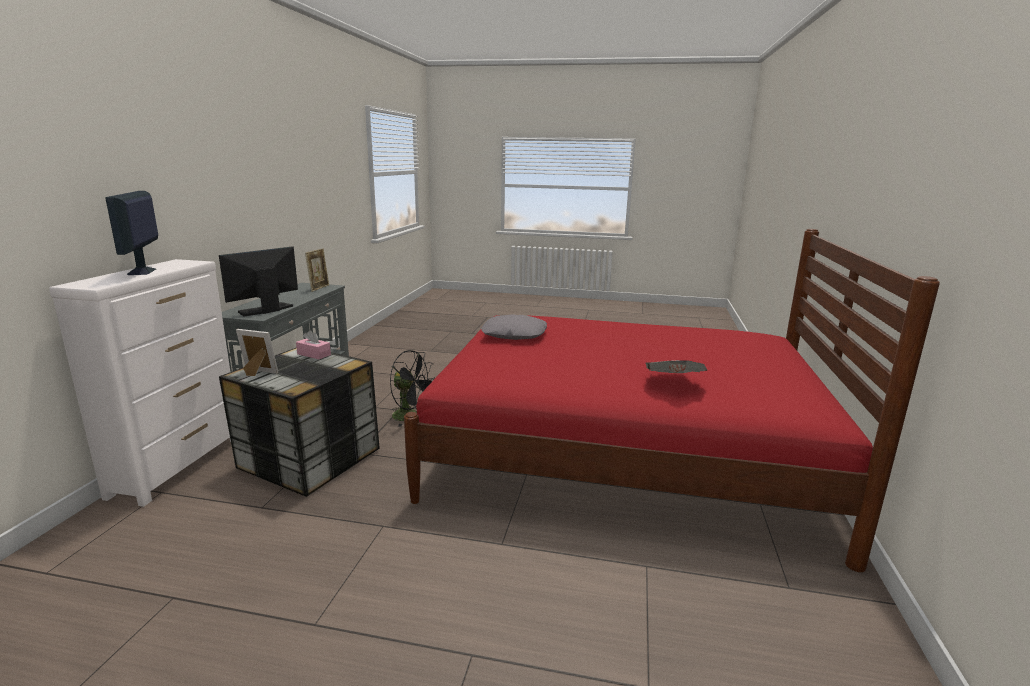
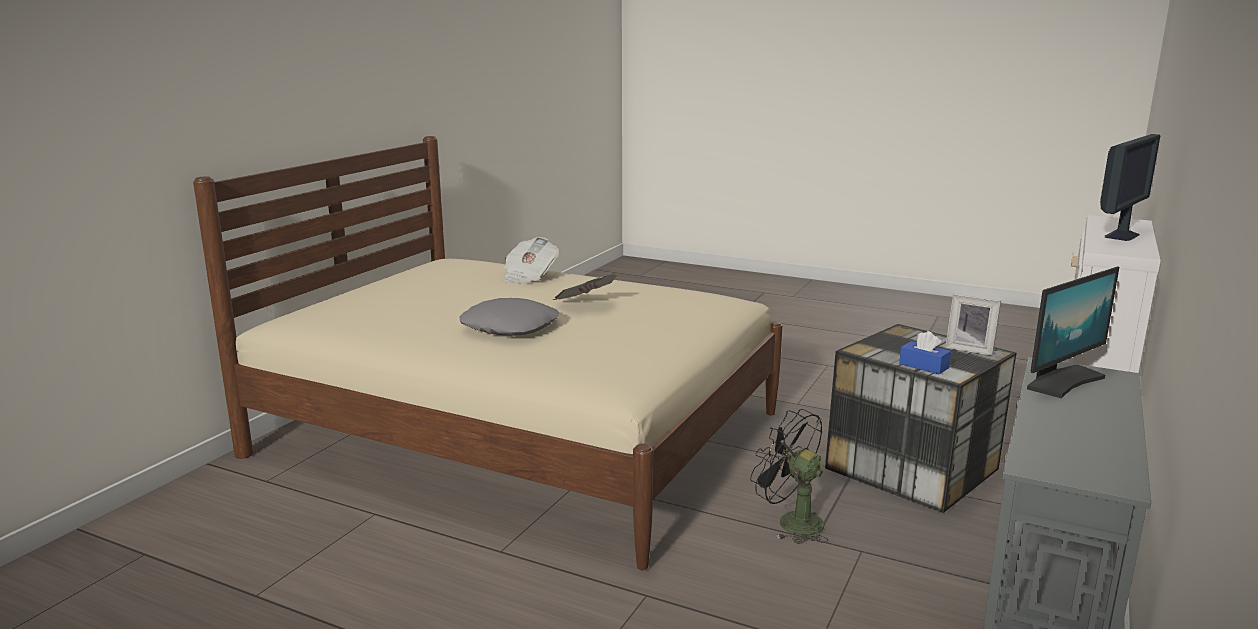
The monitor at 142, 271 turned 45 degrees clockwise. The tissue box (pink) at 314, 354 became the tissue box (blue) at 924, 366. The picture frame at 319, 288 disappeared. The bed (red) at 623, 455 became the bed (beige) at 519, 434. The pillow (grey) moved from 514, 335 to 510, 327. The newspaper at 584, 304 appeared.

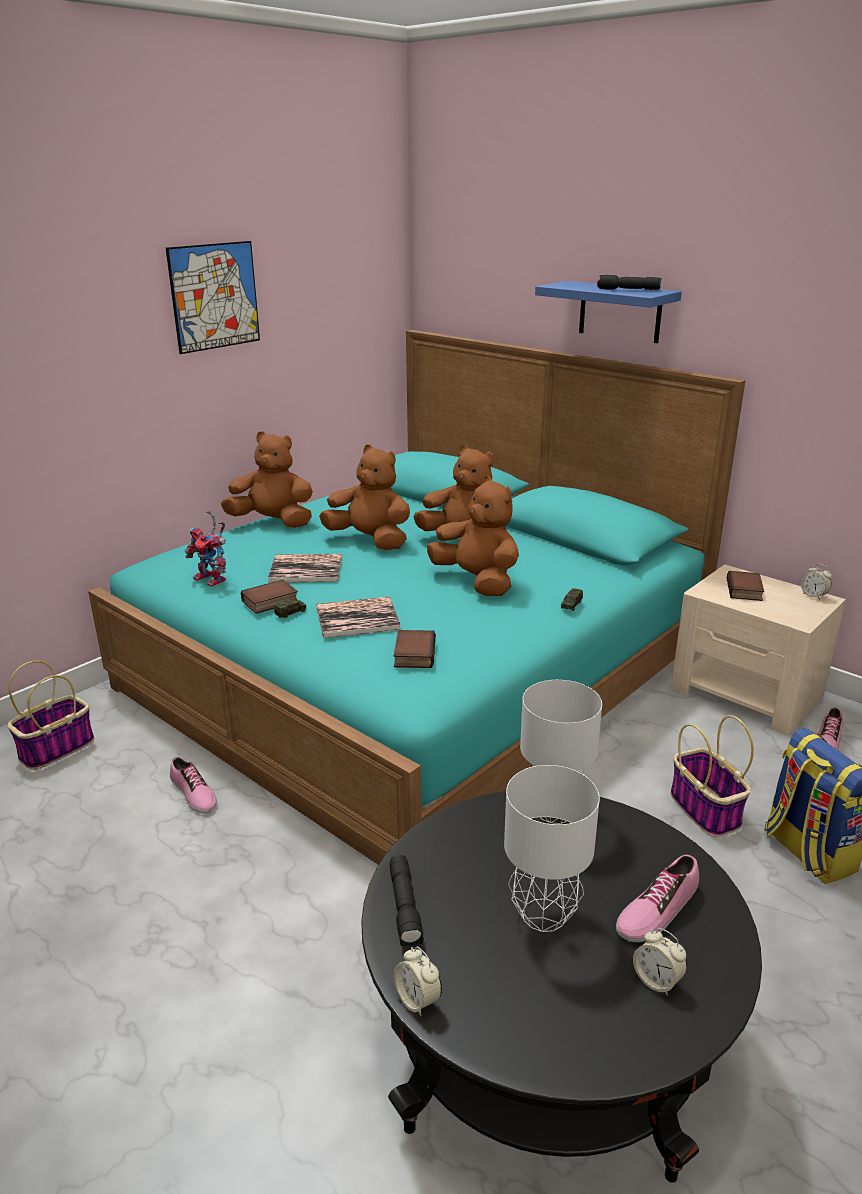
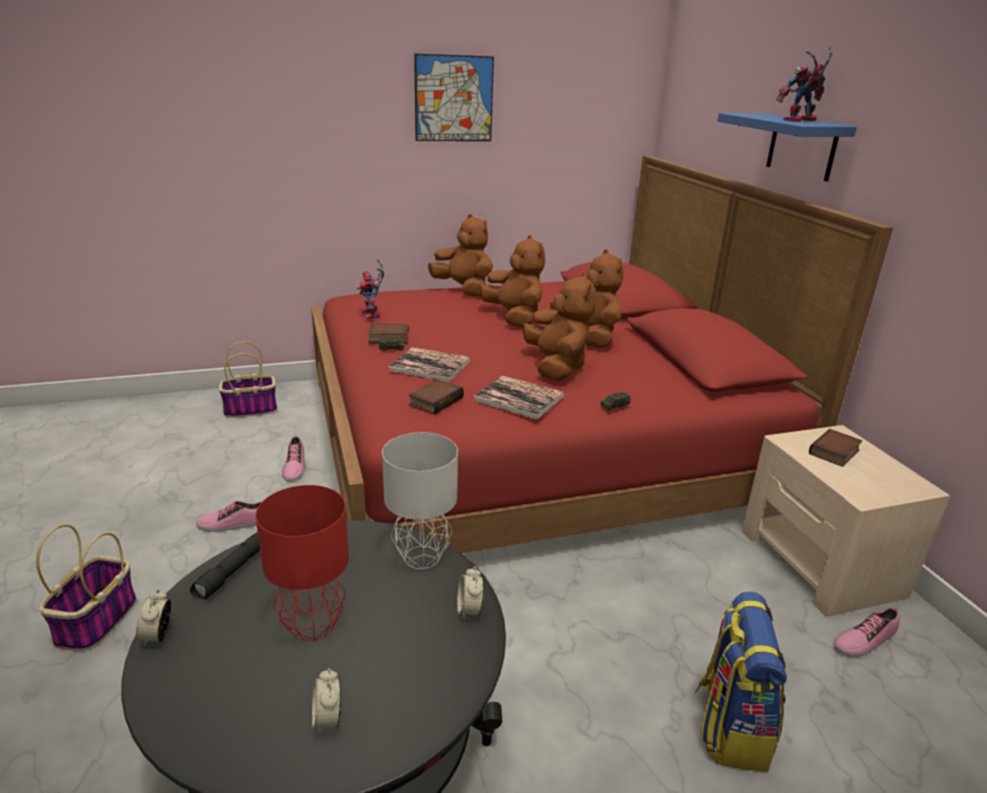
The bed (turquoise) at 415, 668 became the bed (red) at 530, 438. The book moved from 306, 569 to 519, 398. The table lamp (grey) at 545, 916 became the table lamp (red) at 312, 627. The flashlight (black) at 627, 290 was replaced by the toy robot at 799, 121. The shoe moved from 657, 909 to 233, 523. The basket moved from 706, 810 to 96, 622. The alarm clock moved from 813, 595 to 469, 610.

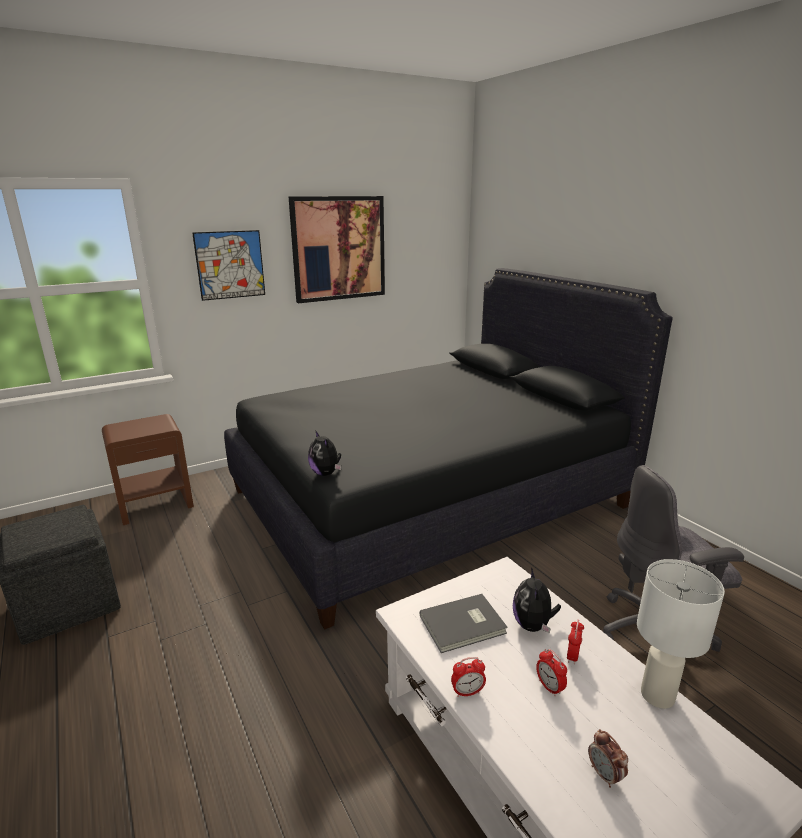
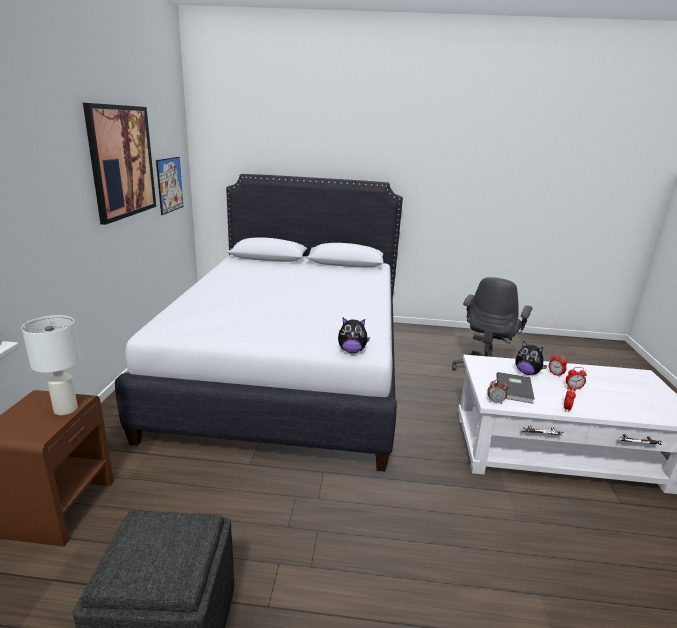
The picture moved from 230, 265 to 170, 185. The bed (black) at 428, 497 became the bed (white) at 289, 369. The alarm clock moved from 605, 775 to 495, 401. The table lamp (white) moved from 657, 694 to 65, 409.

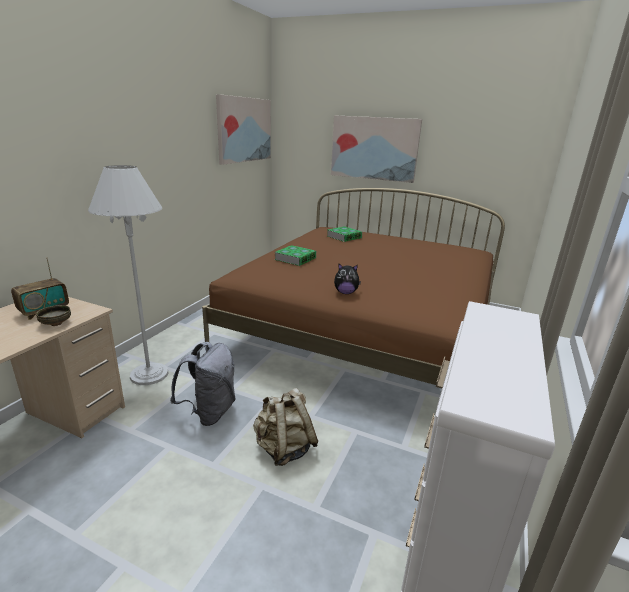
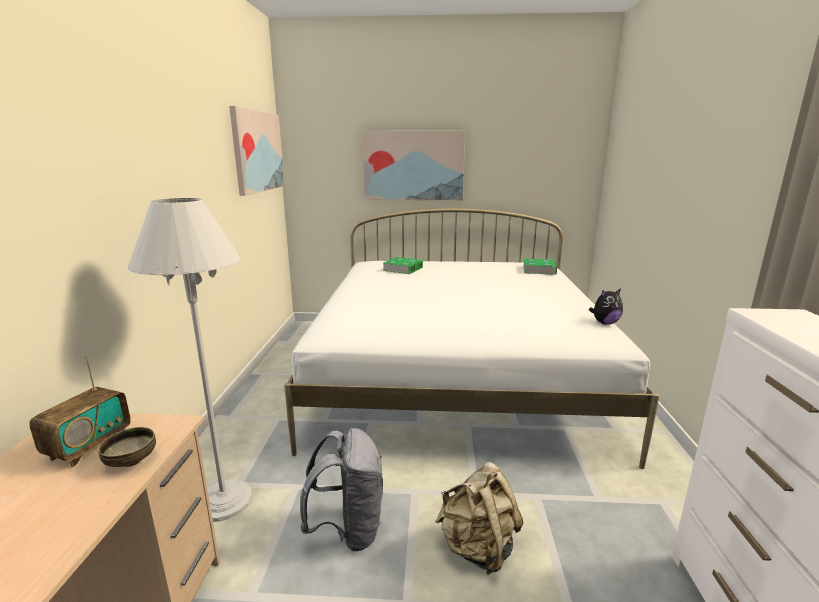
The bed (brown) at 365, 331 became the bed (white) at 457, 374. The book moved from 295, 259 to 539, 270. The plush toy moved from 345, 292 to 605, 323.

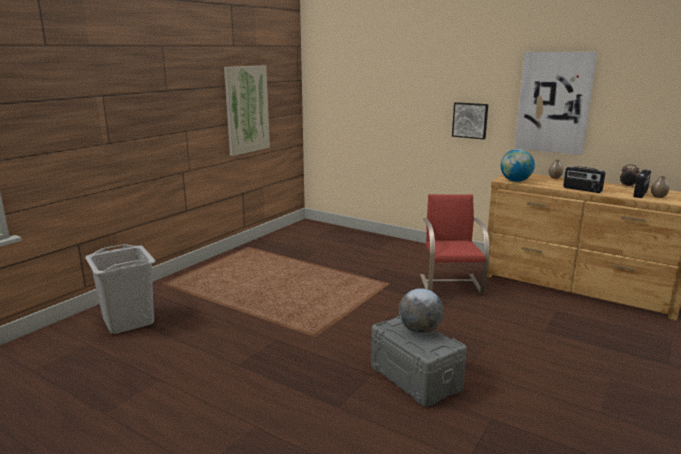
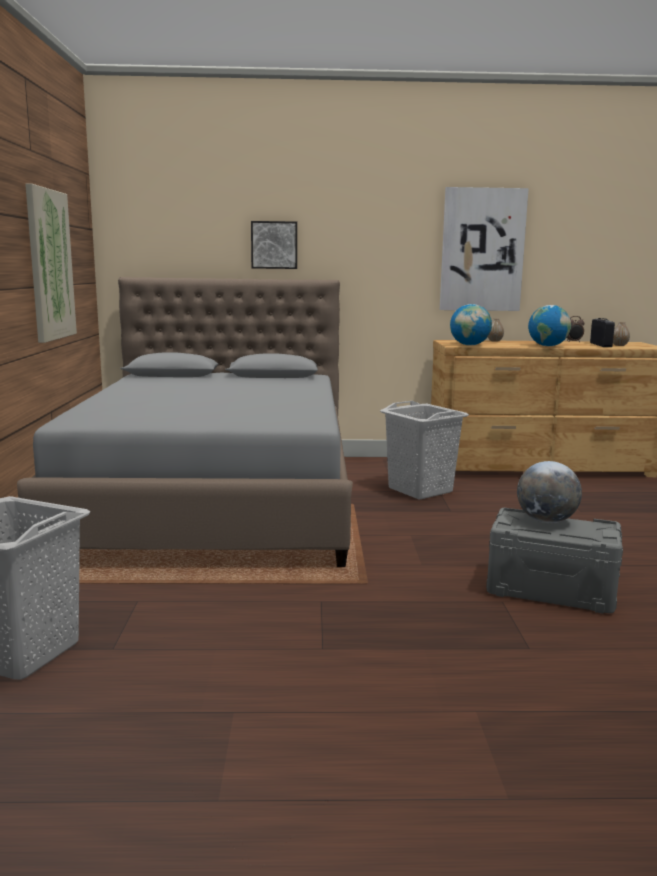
The chair (red) at 451, 284 was replaced by the laundry basket (grey) at 420, 490. The picture moved from 470, 120 to 274, 245. The radio at 582, 189 was replaced by the globe at 548, 346. The bed (grey) at 216, 500 appeared.

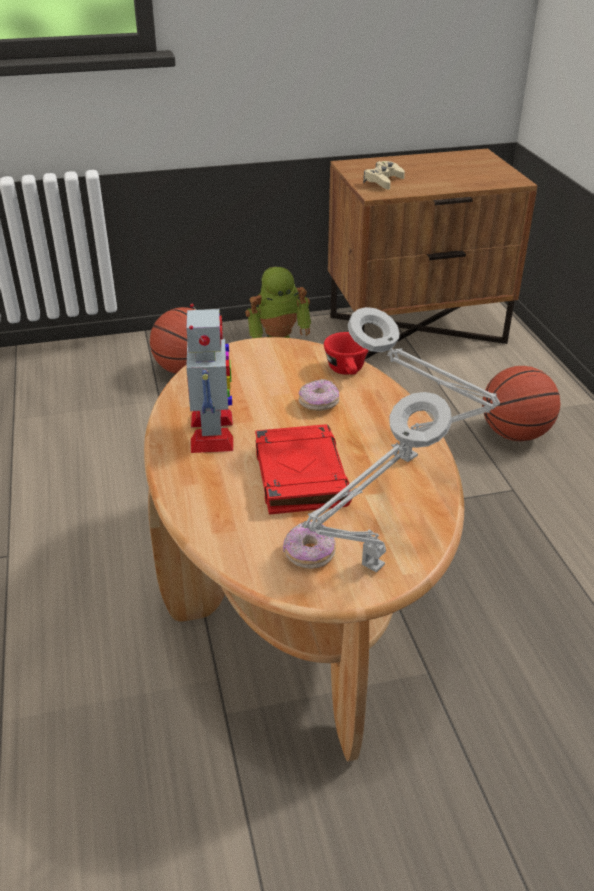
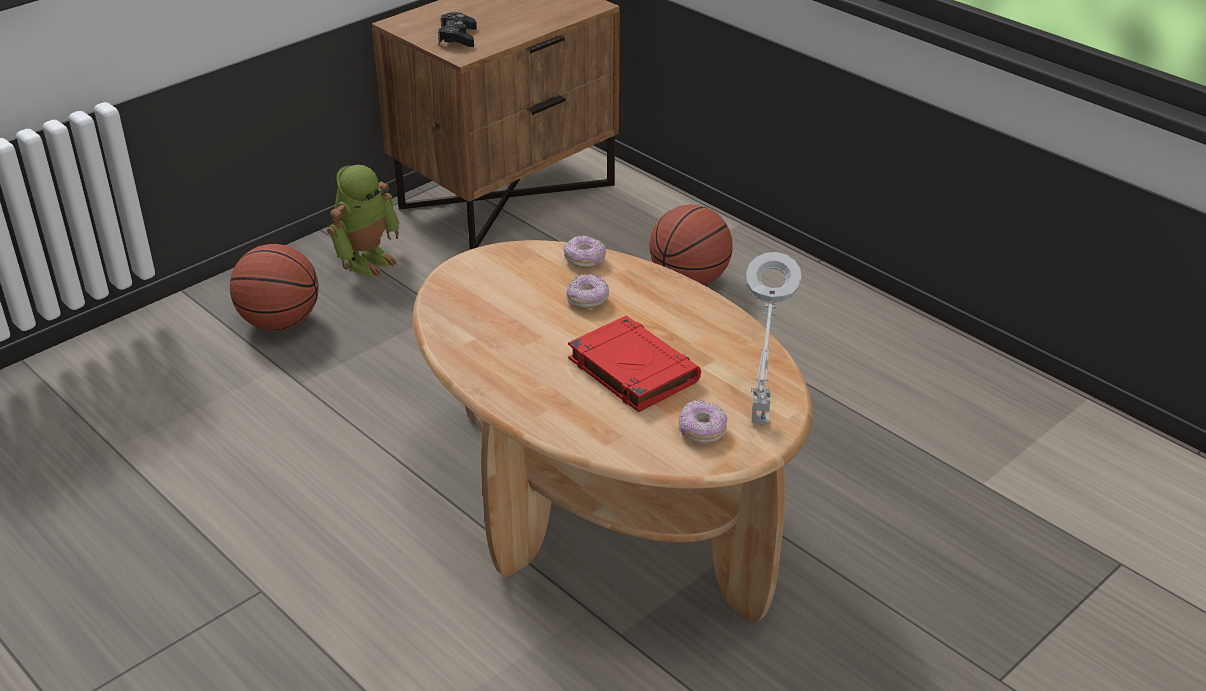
The toy robot at 212, 432 disappeared. The cup (red) at 347, 371 was replaced by the donut at 584, 260. The table lamp (grey) at 412, 460 disappeared. The game controller (beige) at 383, 181 became the game controller (black) at 457, 37.

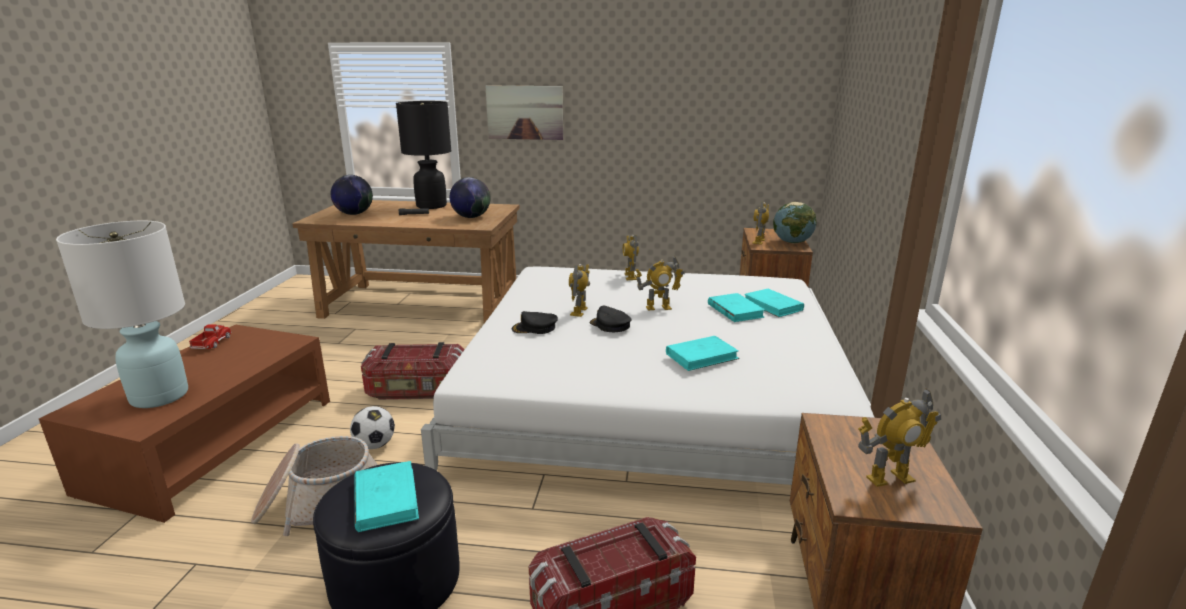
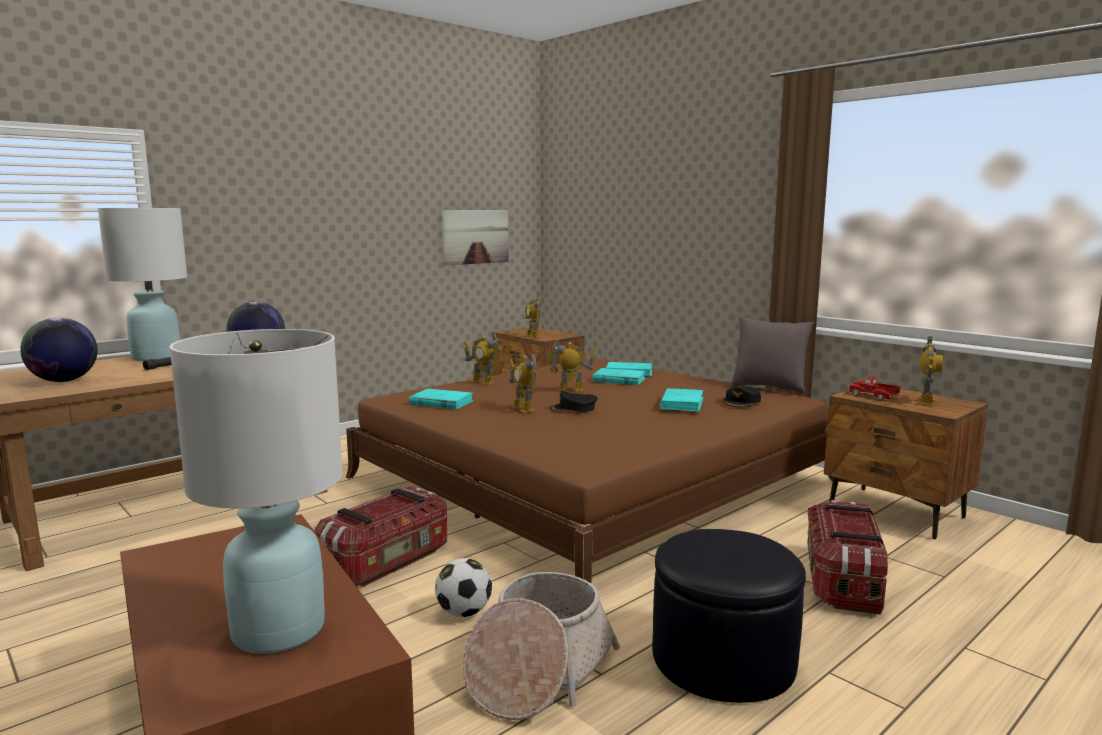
The toy truck moved from 212, 343 to 873, 396. The book (turquoise) moved from 386, 499 to 441, 402. The table lamp (black) at 431, 206 became the table lamp (white) at 156, 357. The bed (white) at 652, 395 became the bed (brown) at 589, 479. The picture moved from 525, 112 to 475, 236. The cap (black) moved from 534, 328 to 742, 402. The toy robot at 658, 308 turned 135 degrees counterclockwise. The globe at 792, 242 disappeared. The pillow (grey) at 768, 388 appeared.

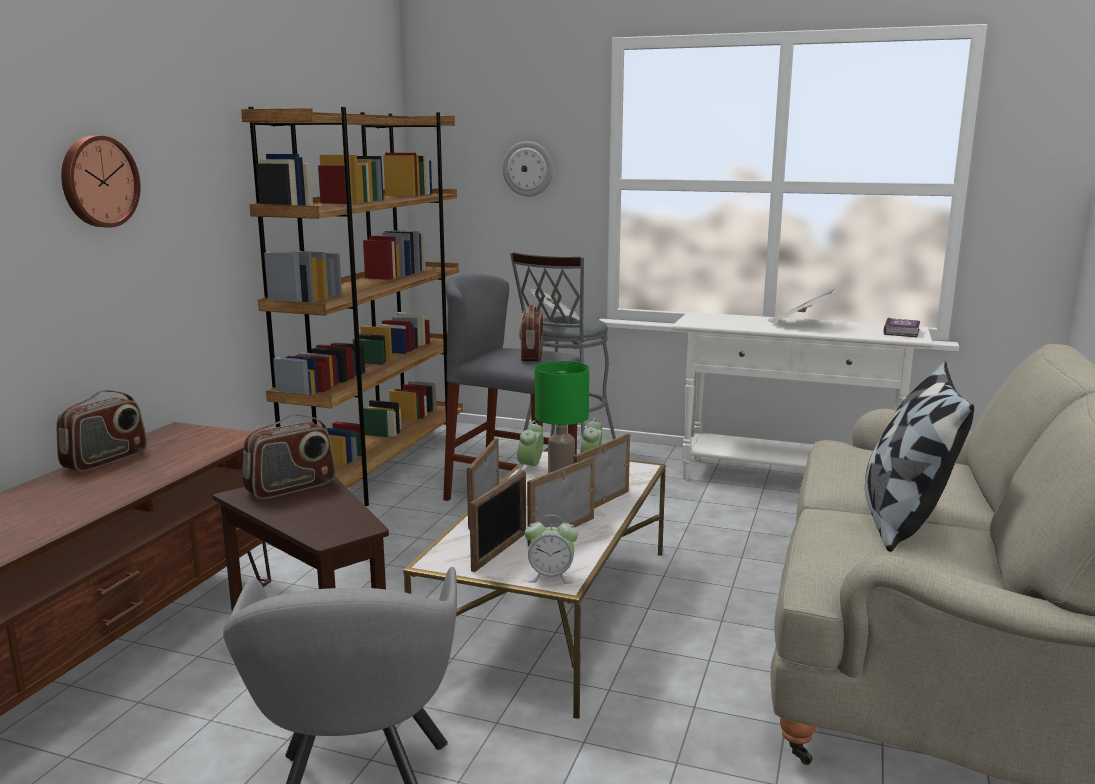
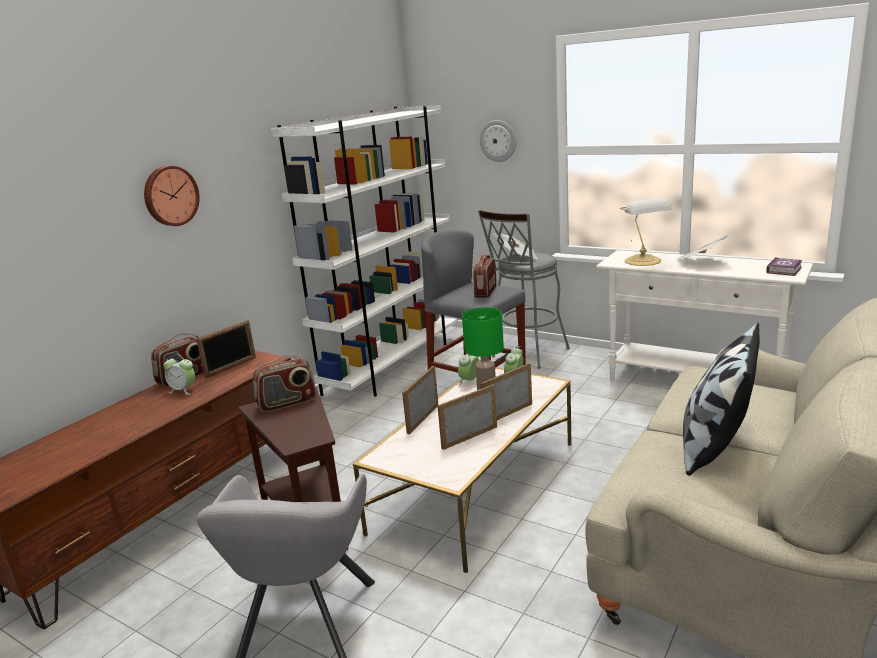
The bookcase (brown) at 380, 468 became the bookcase (white) at 393, 366. The picture frame moved from 500, 551 to 231, 367. The alarm clock moved from 551, 577 to 183, 390. The table lamp at 644, 261 appeared.

